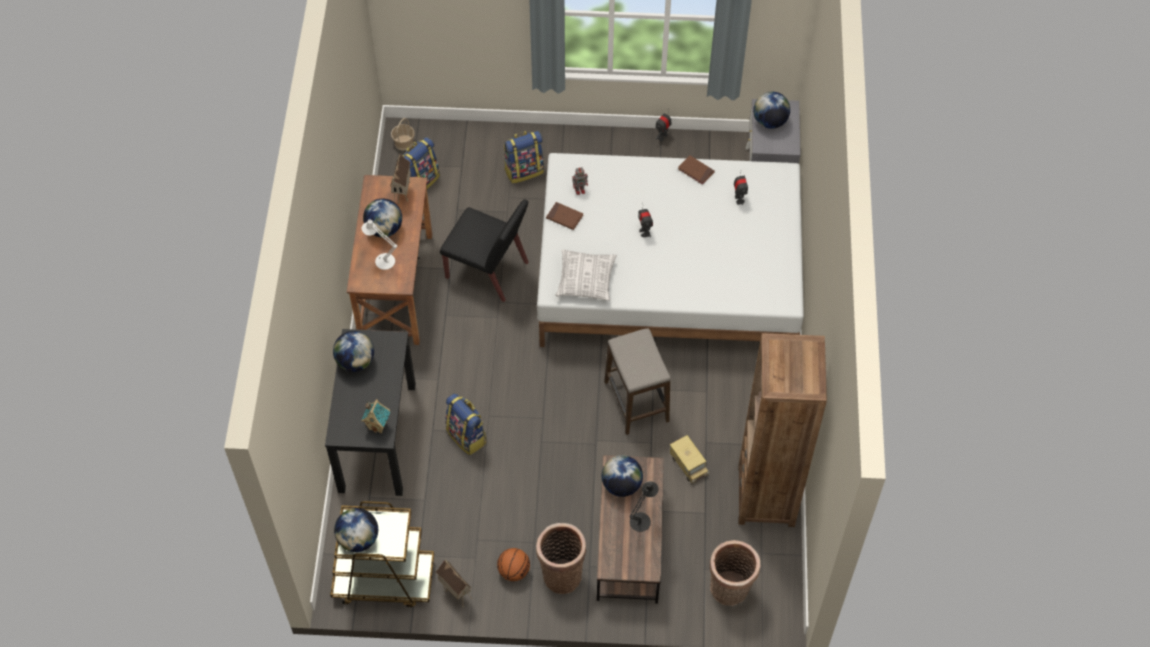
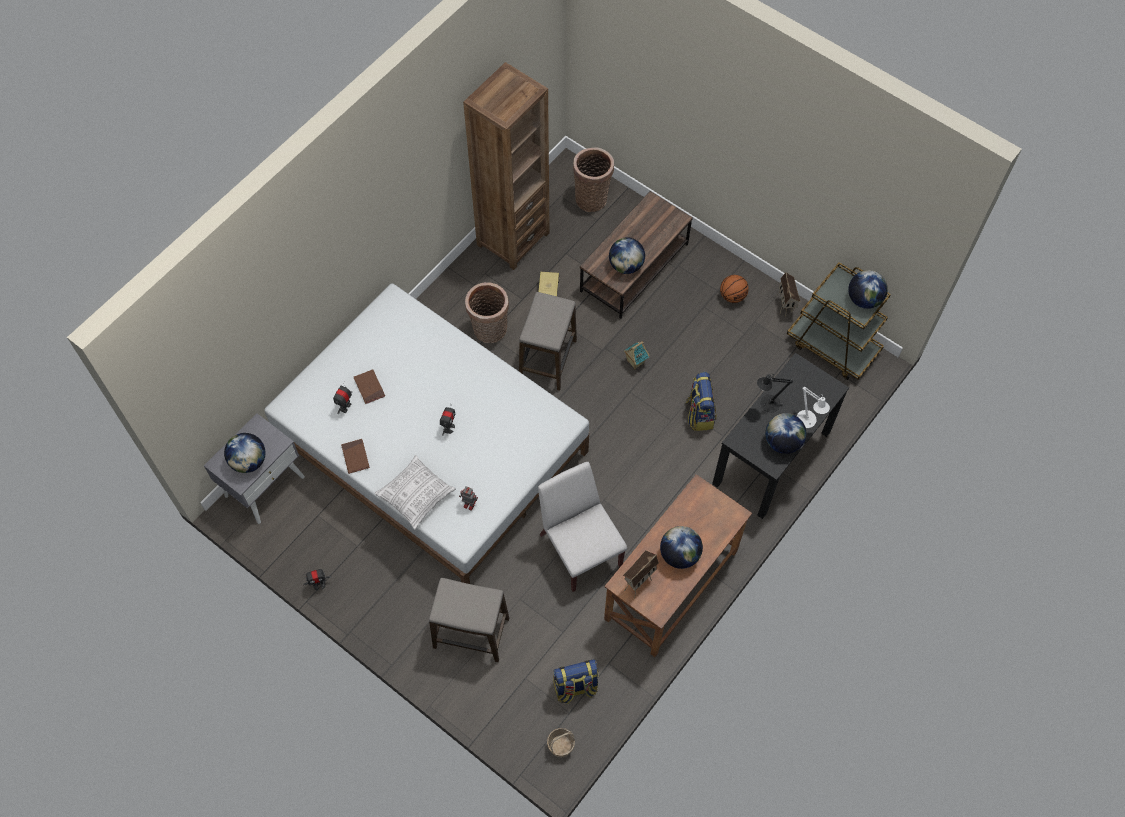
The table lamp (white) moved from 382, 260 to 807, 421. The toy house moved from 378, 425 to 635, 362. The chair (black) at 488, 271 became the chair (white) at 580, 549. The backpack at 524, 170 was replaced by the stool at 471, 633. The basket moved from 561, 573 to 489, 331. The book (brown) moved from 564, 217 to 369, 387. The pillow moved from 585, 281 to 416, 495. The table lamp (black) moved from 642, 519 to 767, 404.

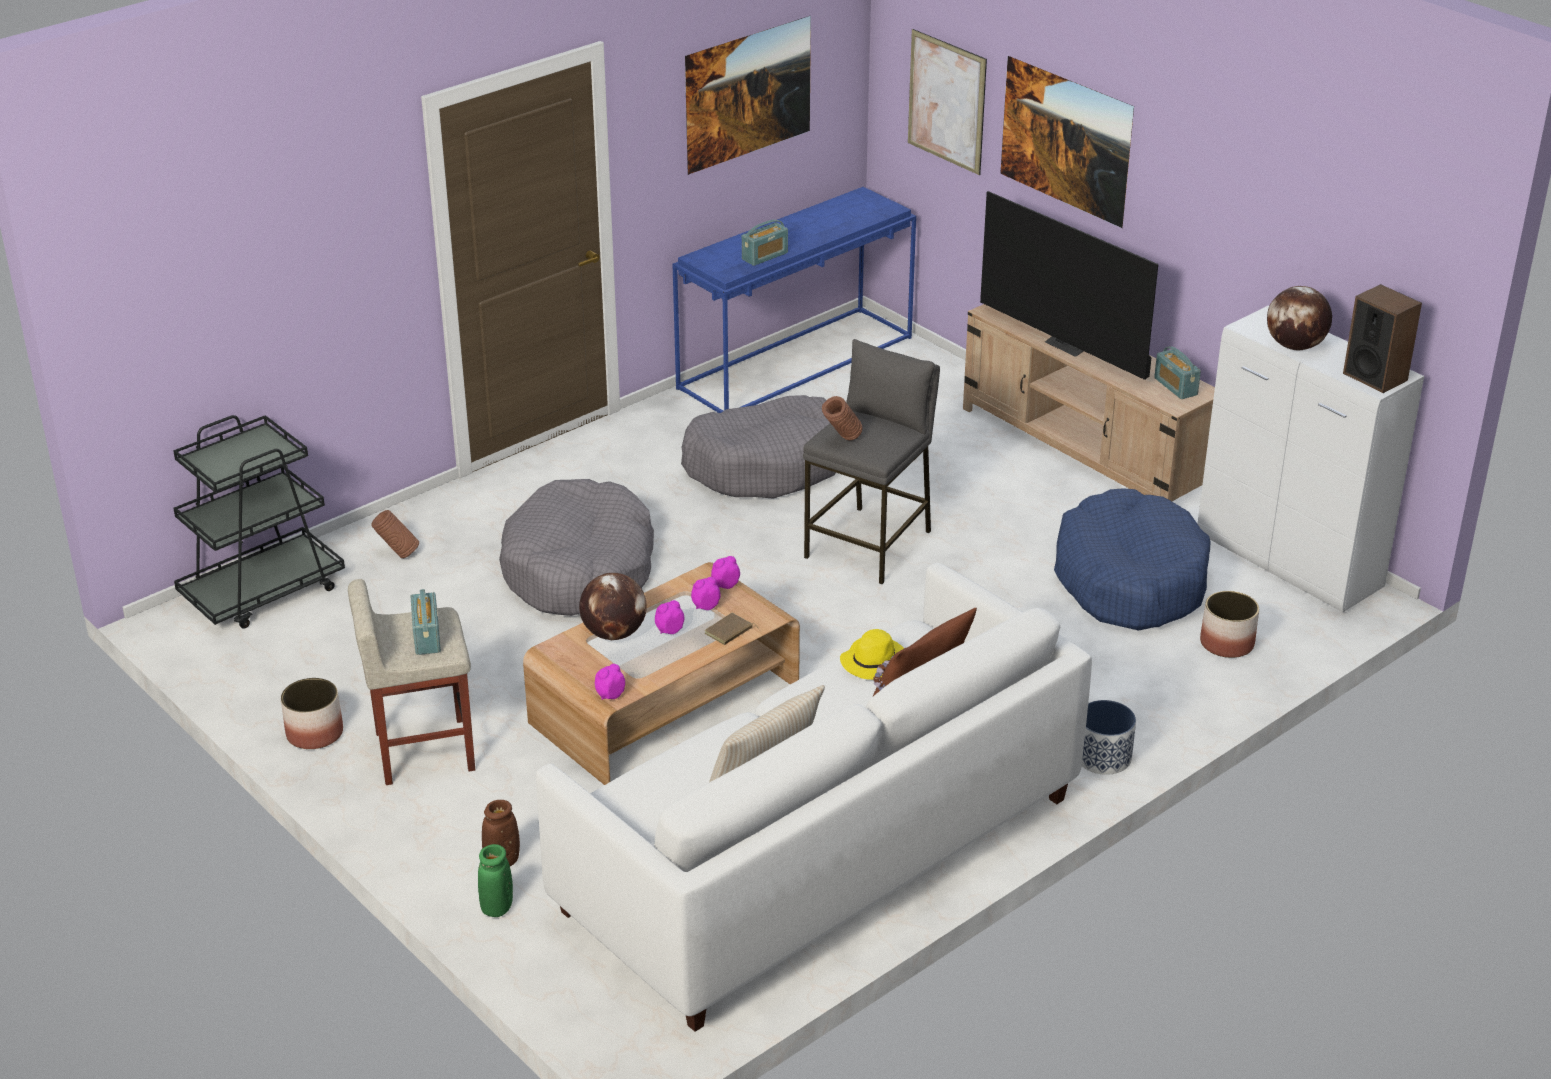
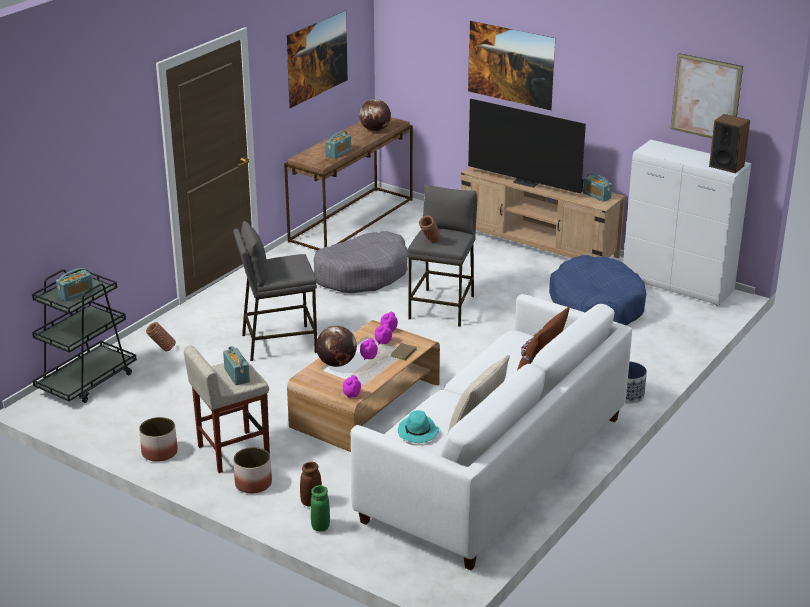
The dog bed (grey) at 580, 570 was replaced by the stool (grey) at 278, 343. The console table (blue) at 796, 361 became the console table (brown) at 351, 219. The hat (yellow) at 874, 661 disappeared. The picture moved from 946, 101 to 706, 98. The planter moved from 1227, 644 to 253, 484. The globe moved from 1295, 346 to 375, 130. The radio at 76, 294 appeared. The hat (turquoise) at 418, 432 appeared.

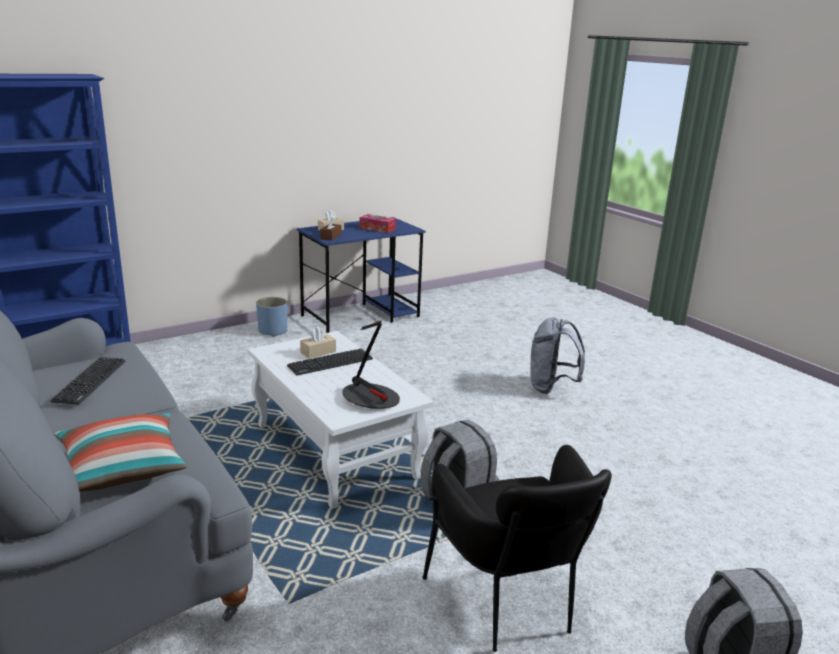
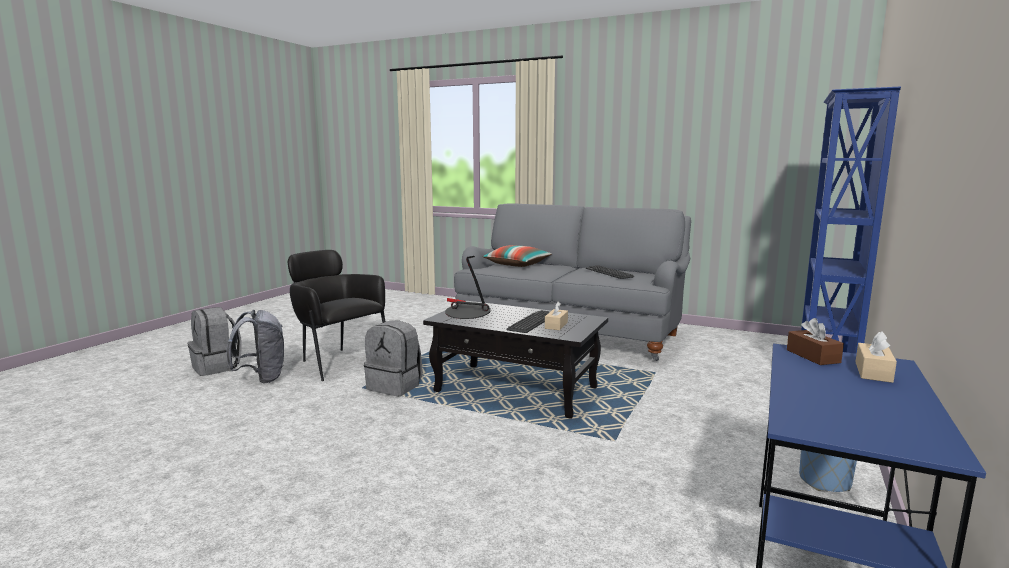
The coffee table (white) at 334, 450 became the coffee table (black) at 517, 390. The tissue box at 377, 228 disappeared. The backpack (grey) moved from 551, 387 to 261, 378.

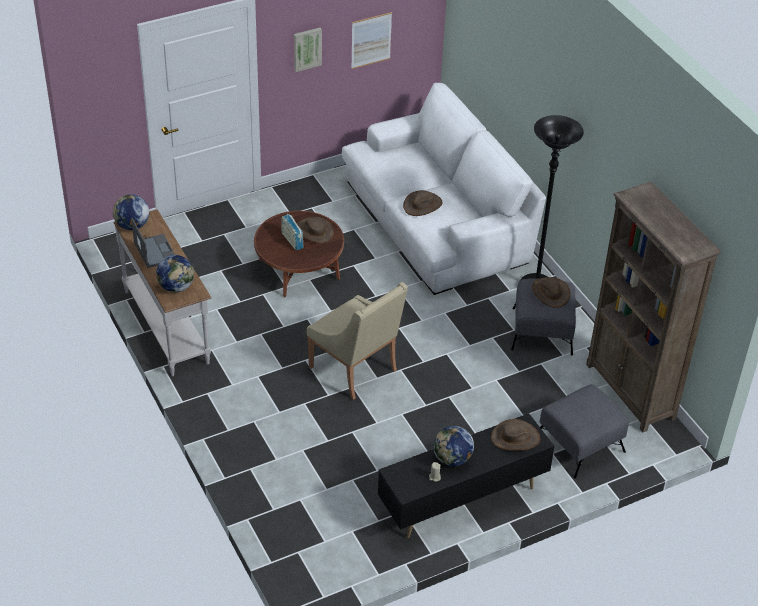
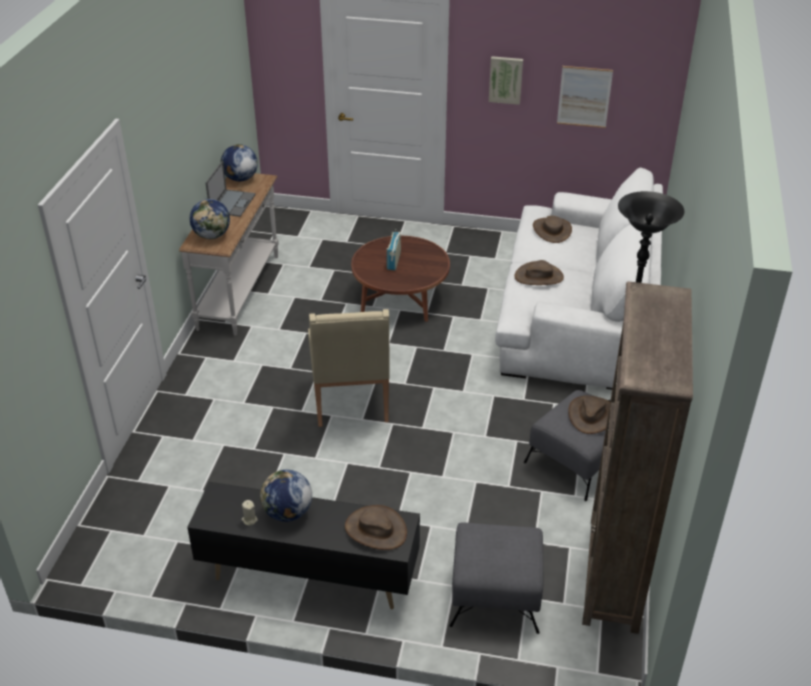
The hat (brown) moved from 314, 231 to 552, 230.

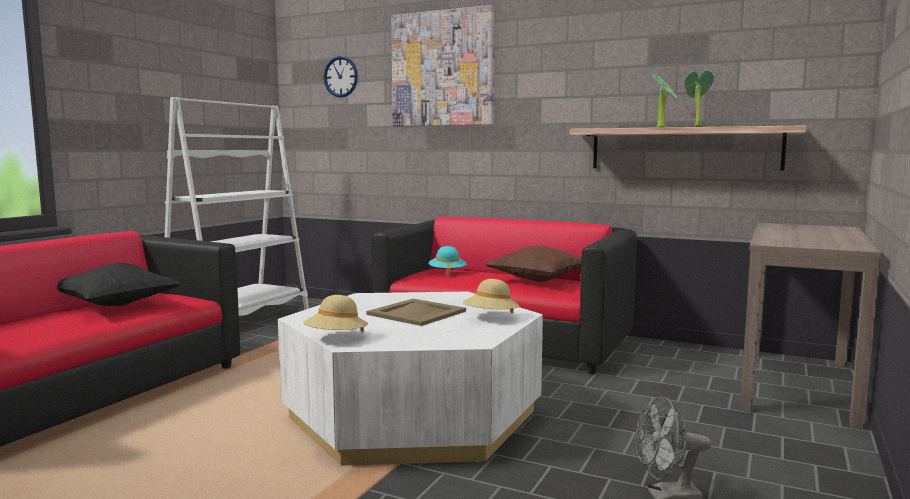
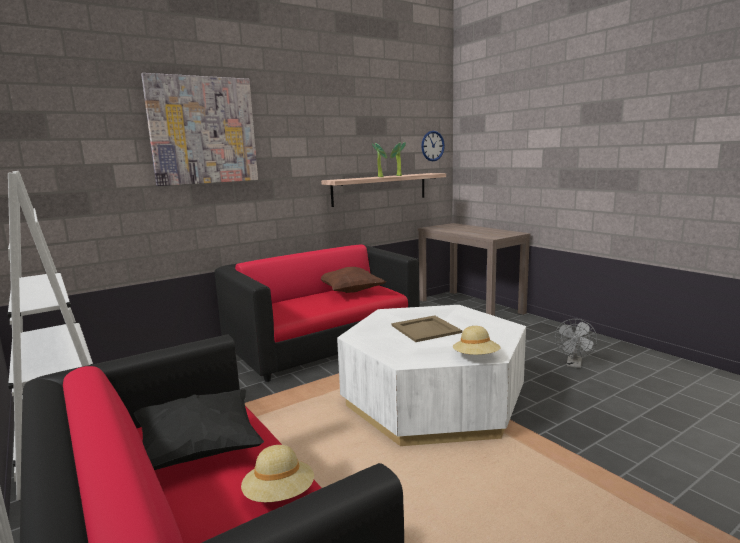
The wall clock moved from 341, 76 to 432, 146. The hat (turquoise) at 447, 272 disappeared. The hat (beige) moved from 491, 317 to 279, 495.

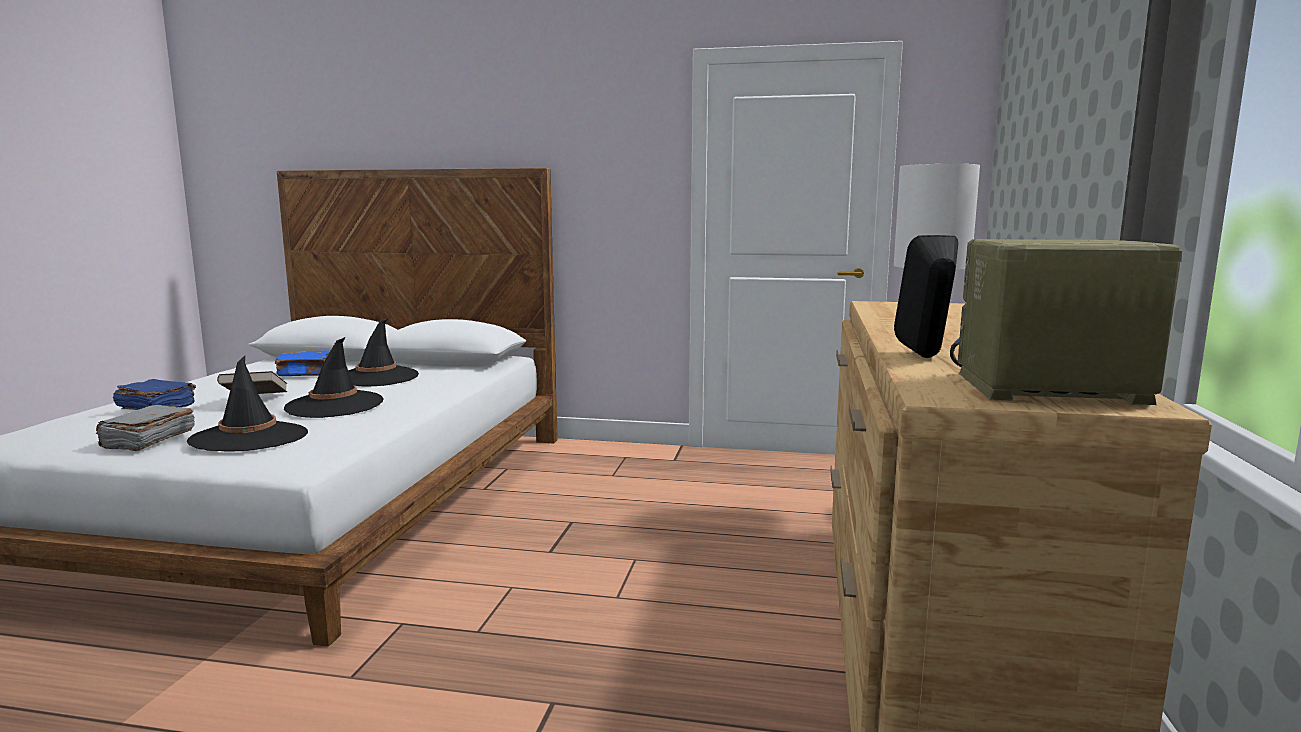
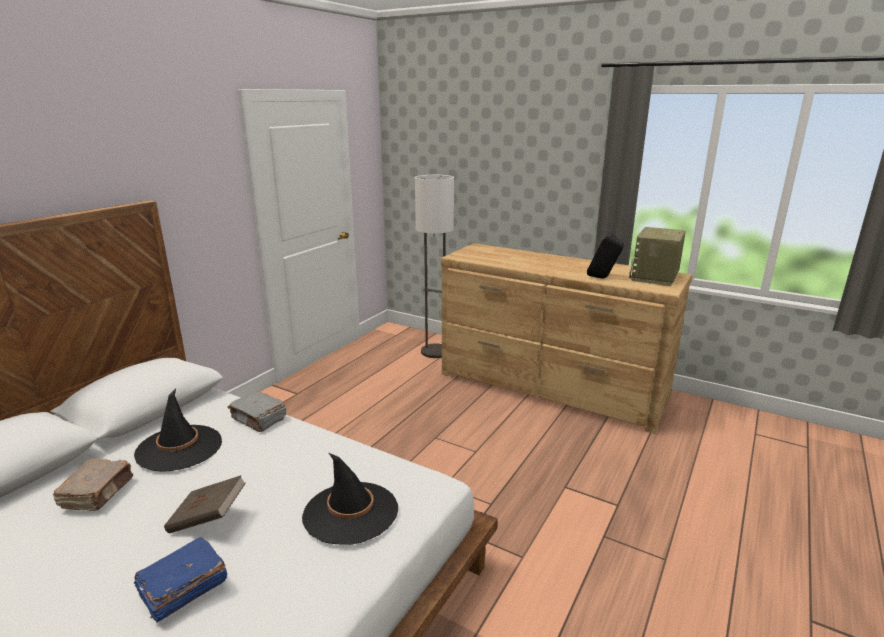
The book (grey) moved from 147, 441 to 259, 419. The book (blue) at 306, 374 became the book (brown) at 98, 493. The hat (black) at 334, 405 disappeared.

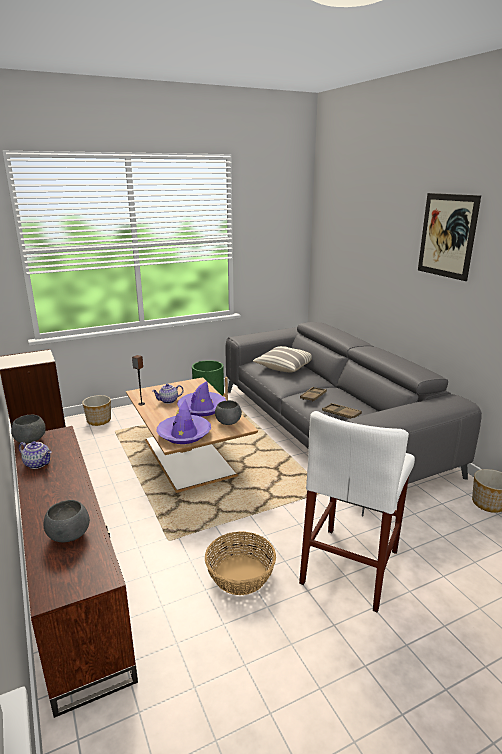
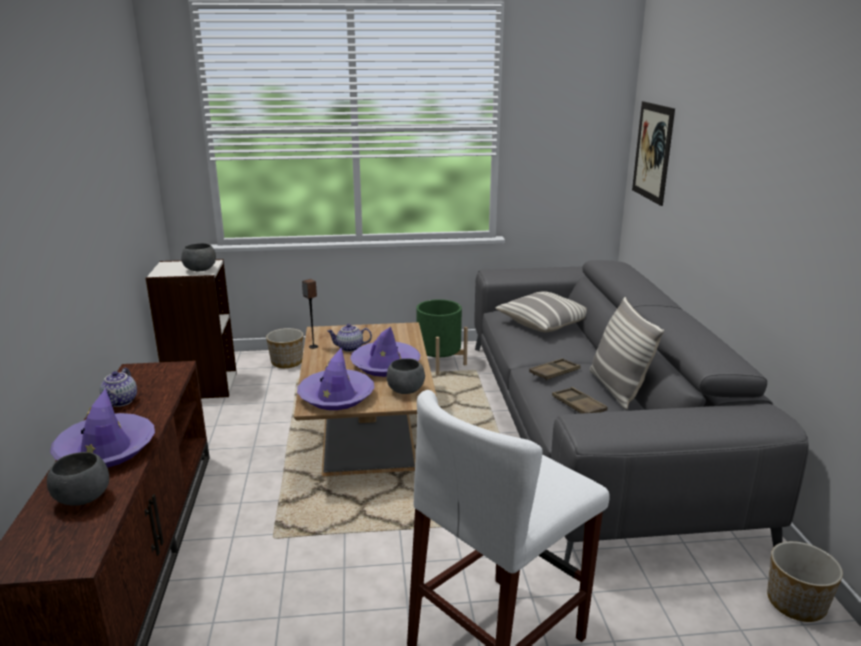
The bowl (grey) moved from 31, 440 to 200, 270. The teapot at 38, 464 turned 45 degrees clockwise. The basket at 240, 574 disappeared. The picture moved from 447, 236 to 652, 152. The hat (purple) at 106, 450 appeared. The pillow at 617, 389 appeared.

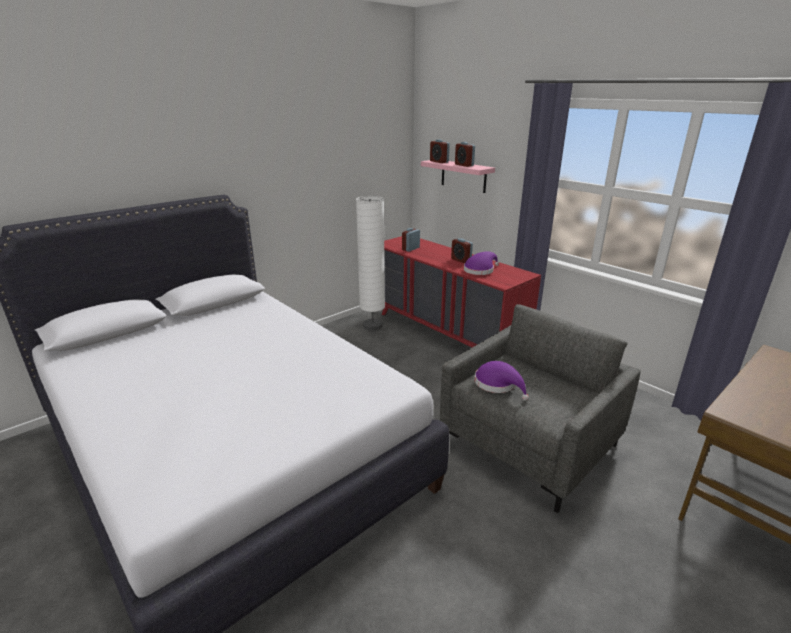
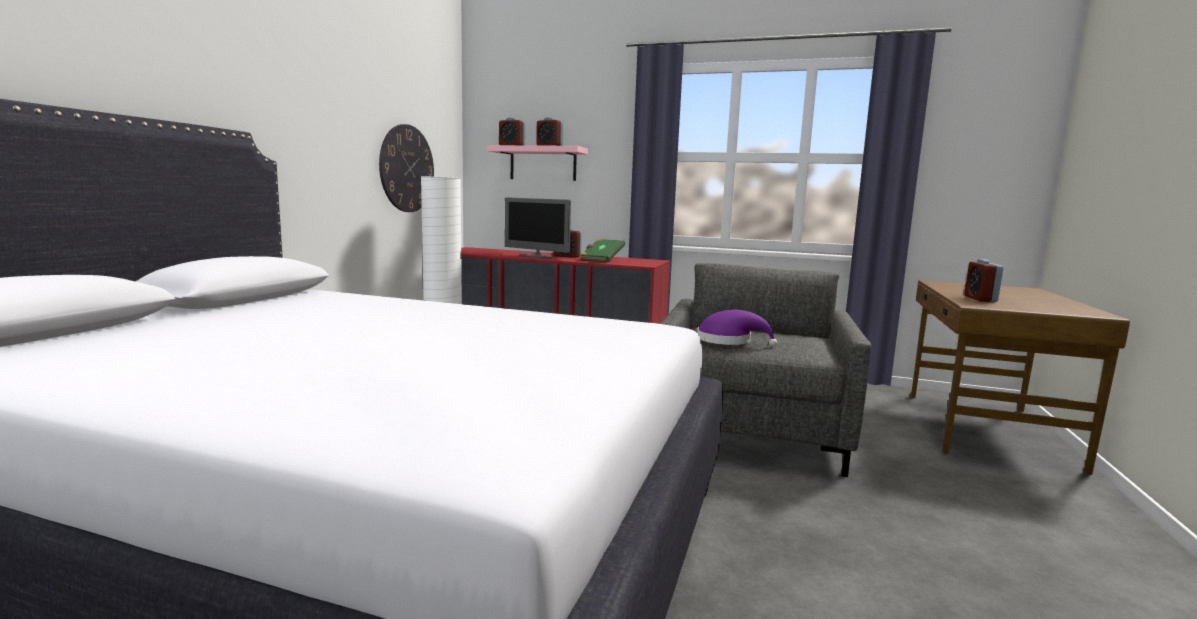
The alarm clock moved from 410, 249 to 980, 299. The hat (purple) at 480, 270 was replaced by the book (green) at 602, 260. The wall clock at 407, 168 appeared. The monitor at 536, 256 appeared.

